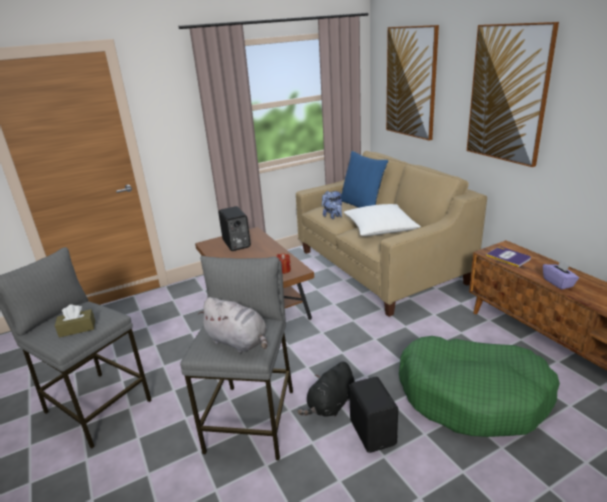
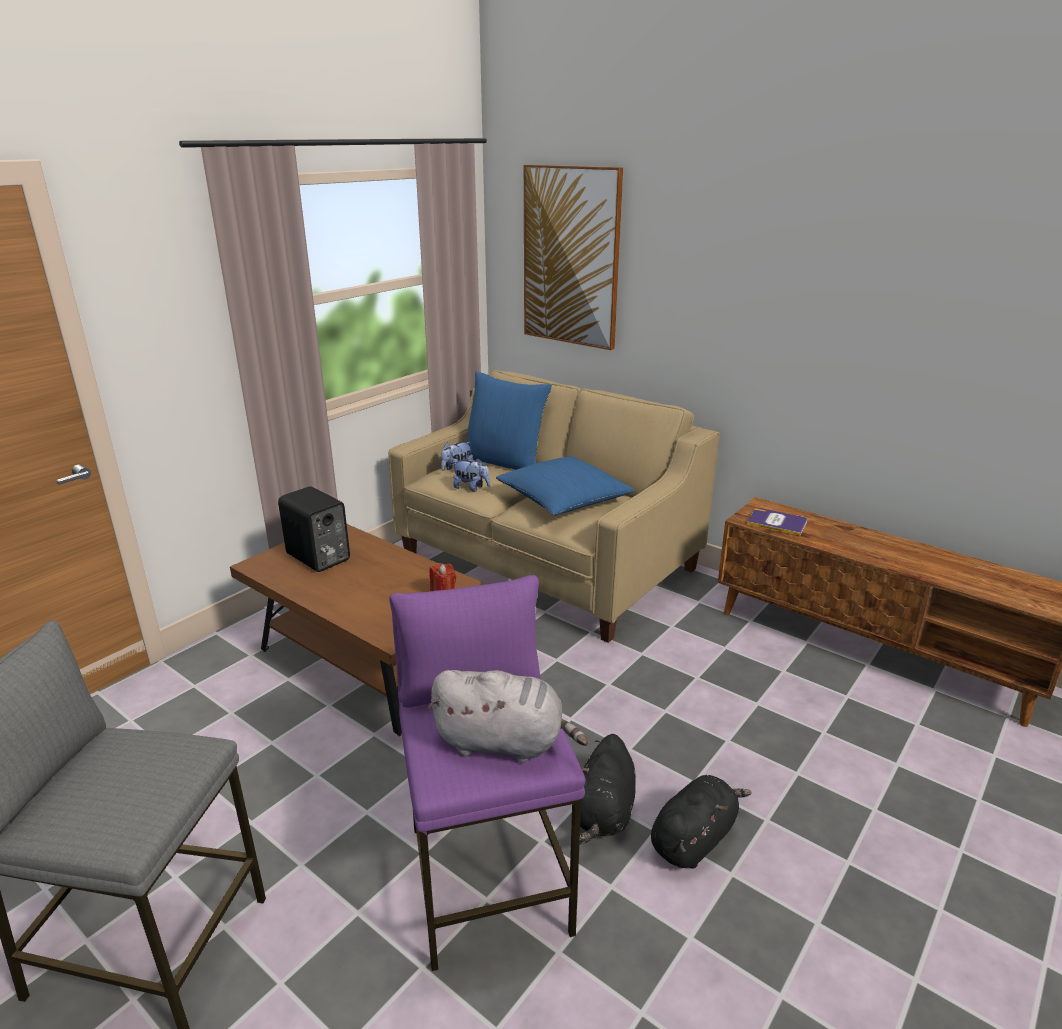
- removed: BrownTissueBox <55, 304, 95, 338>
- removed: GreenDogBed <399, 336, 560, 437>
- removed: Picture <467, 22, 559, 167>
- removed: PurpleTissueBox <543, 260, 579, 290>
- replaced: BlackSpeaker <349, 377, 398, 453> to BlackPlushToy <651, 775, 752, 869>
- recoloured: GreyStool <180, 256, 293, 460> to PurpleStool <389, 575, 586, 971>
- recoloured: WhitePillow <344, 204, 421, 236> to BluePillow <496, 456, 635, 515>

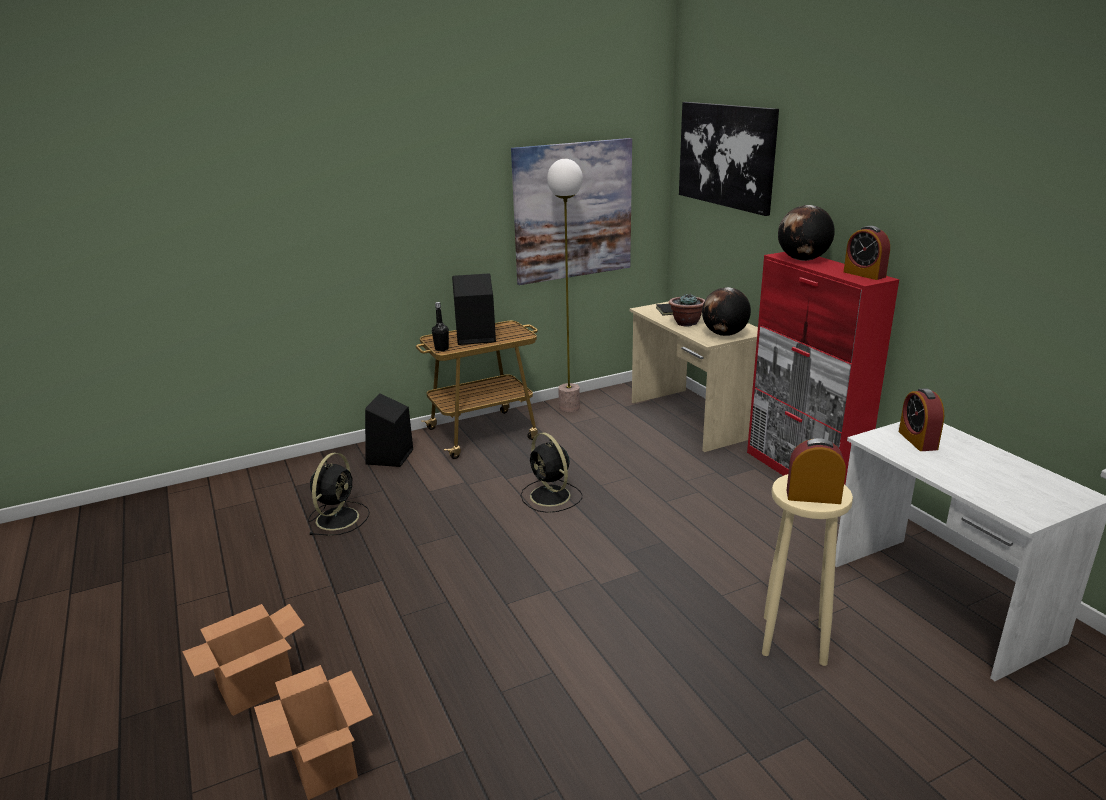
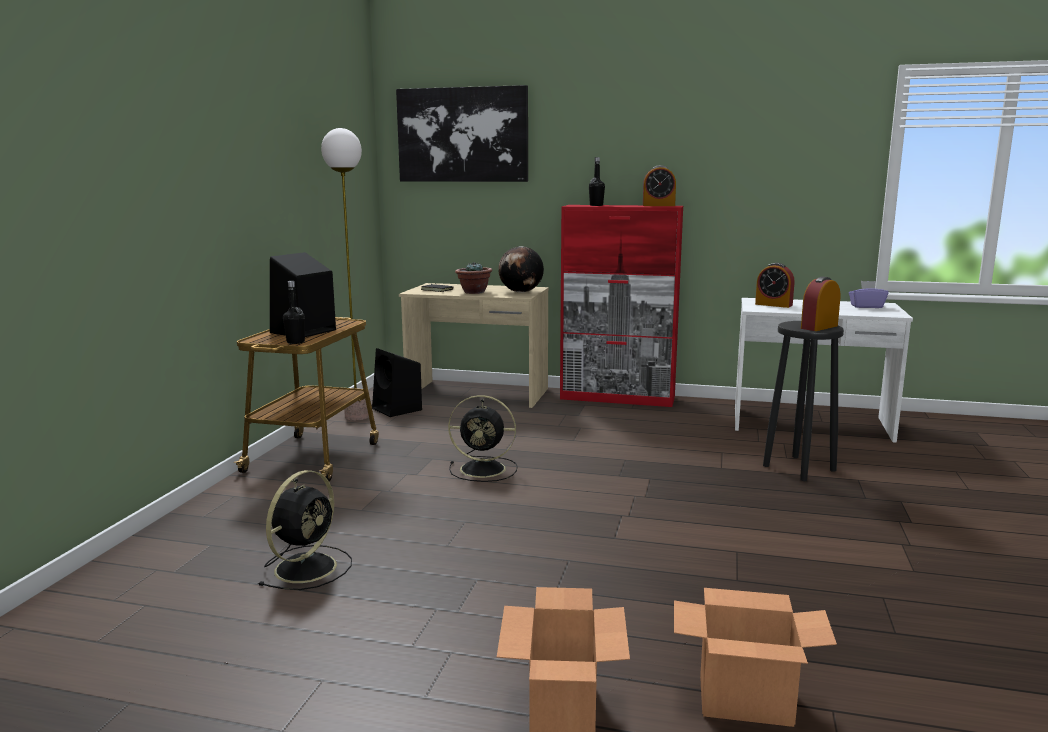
- removed: Picture <511, 138, 632, 285>
- added: PurpleTissueBox <849, 281, 889, 308>
- moved: BlackSpeaker <365, 393, 413, 467> to <372, 348, 422, 417>
- replaced: Globe <778, 205, 835, 261> to BlackBottle <589, 157, 605, 206>
- recoloured: BeigeStool <762, 474, 853, 666> to BlackStool <763, 321, 844, 481>
- turned: BlackFan <308, 453, 370, 535> = <258, 470, 352, 590> 60 degrees clockwise

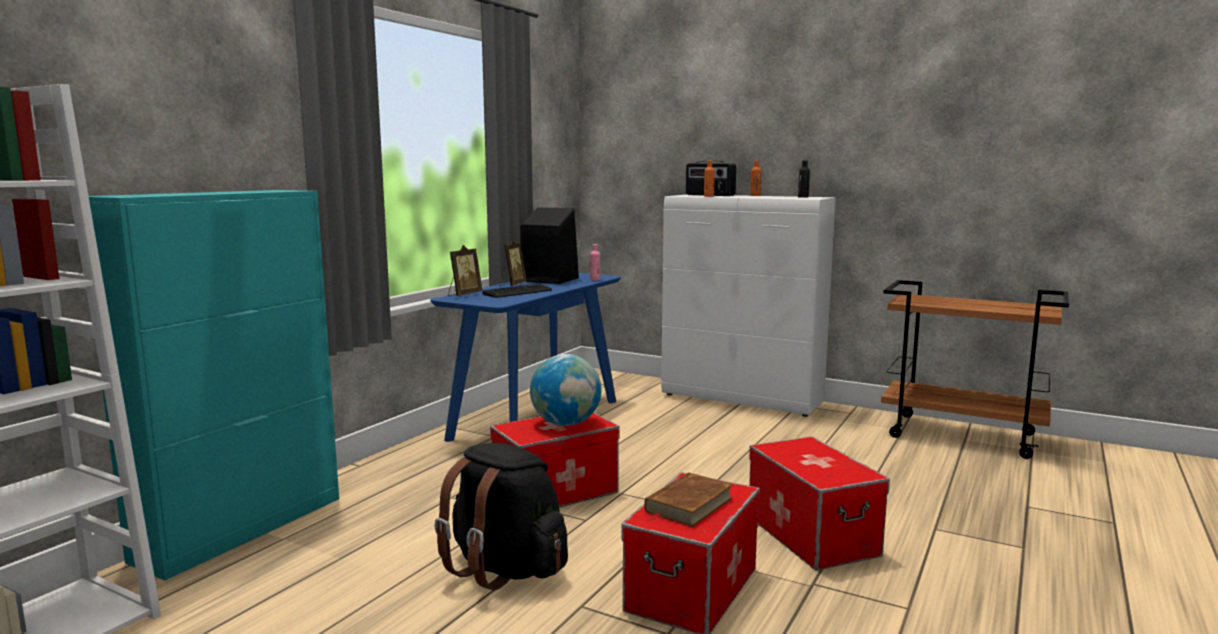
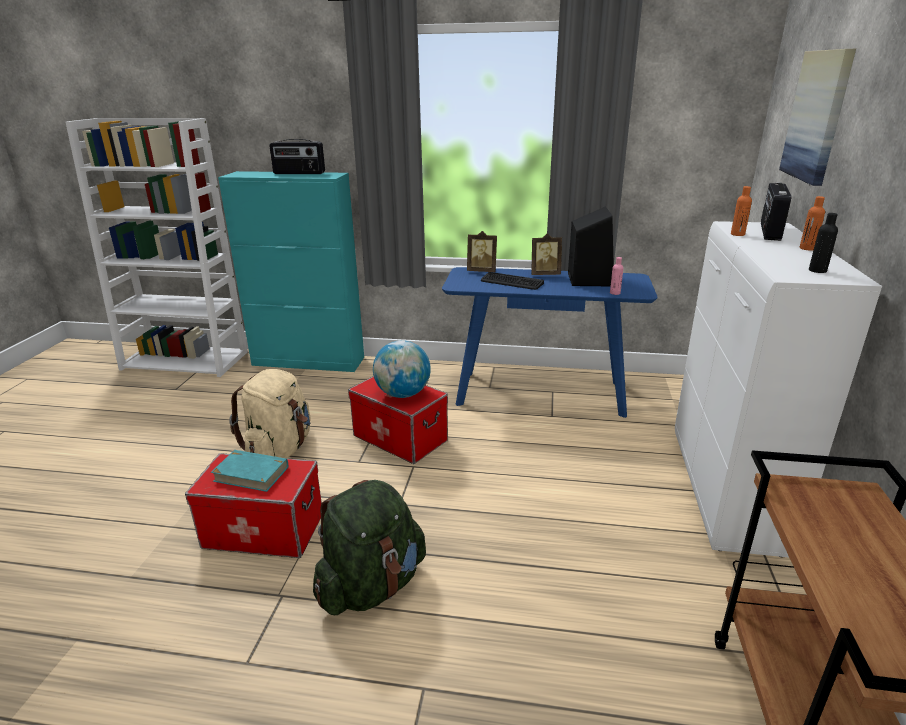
- added: Radio <270, 139, 325, 174>
- added: Picture <779, 49, 856, 186>
- replaced: StorageBox <749, 436, 890, 571> to GreenBackpack <313, 480, 426, 615>
- recoloured: BlackBackpack <434, 443, 568, 590> to BeigeBackpack <229, 369, 310, 458>
- recoloured: BrownBook <644, 472, 733, 527> to TurquoiseBook <211, 450, 288, 492>

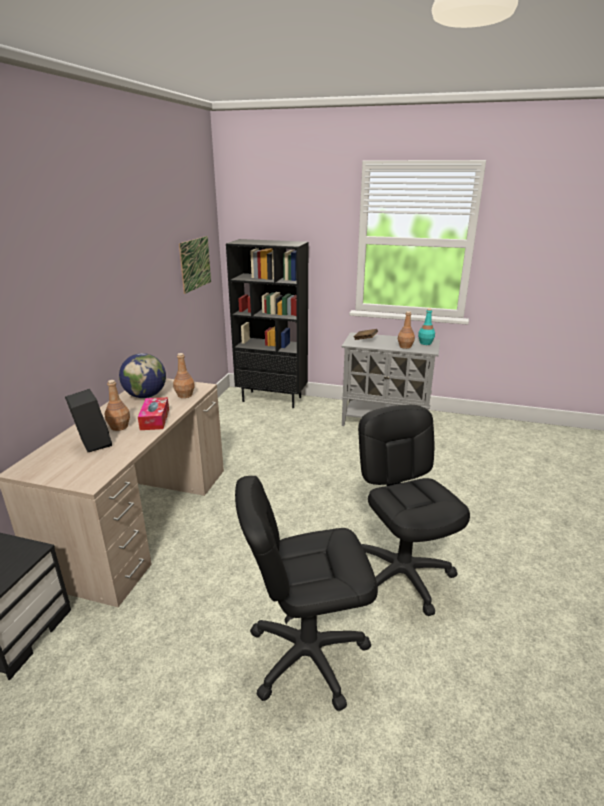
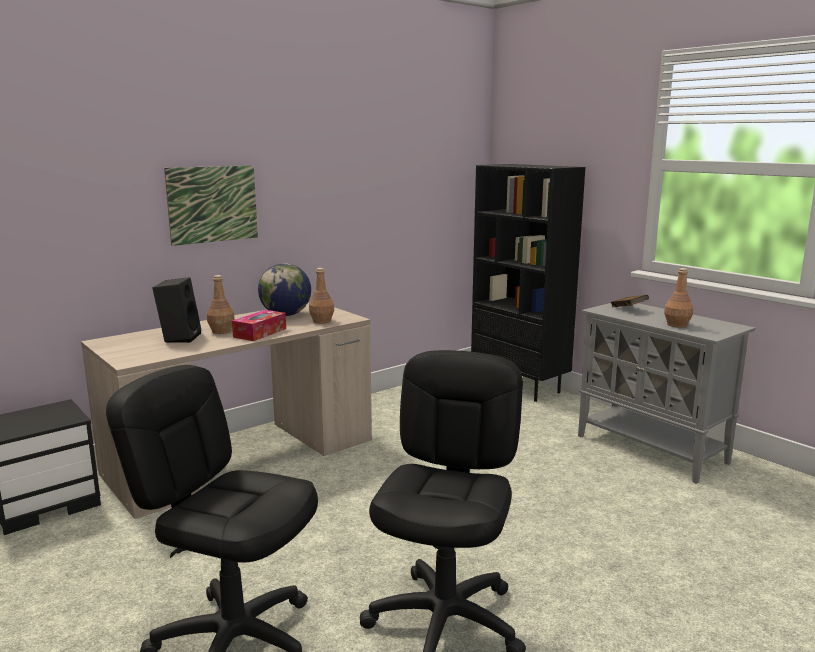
- removed: TurquoiseBottle <418, 309, 435, 345>
- moved: Picture <179, 236, 211, 294> to <164, 165, 258, 246>

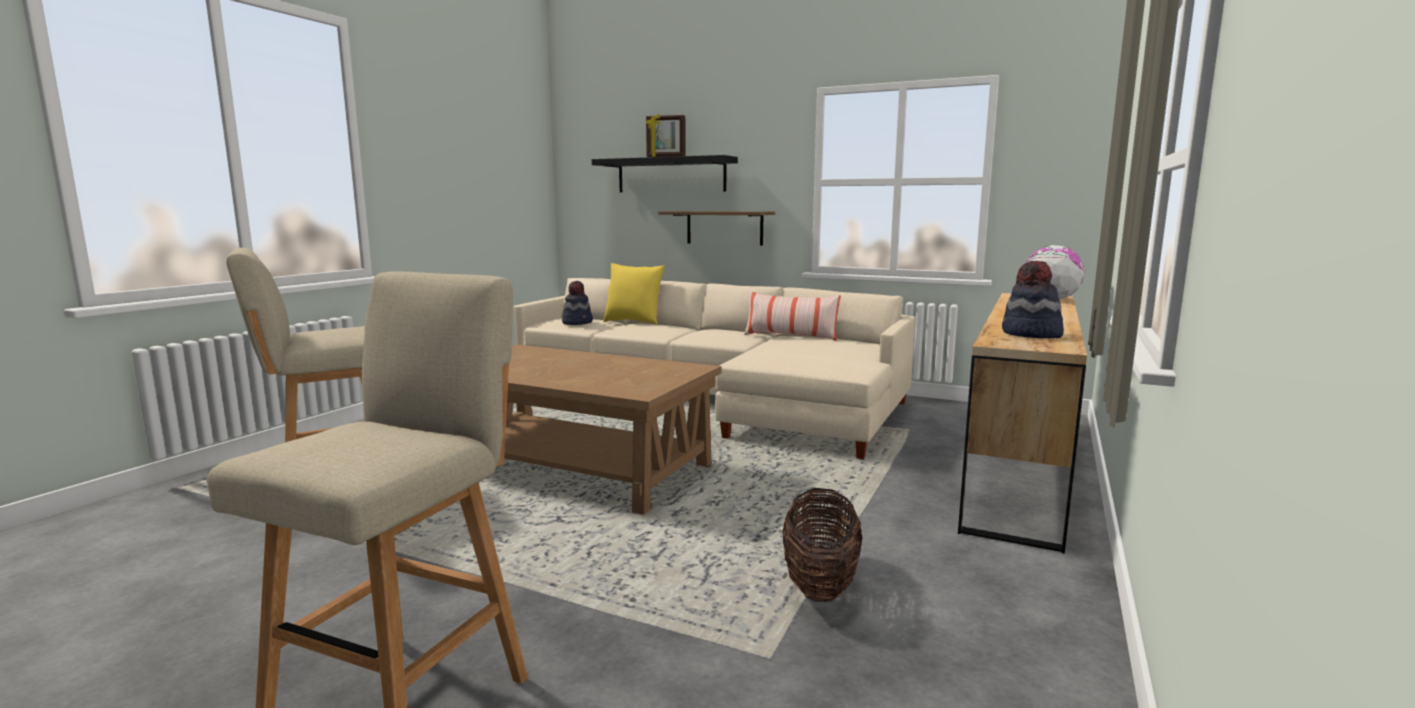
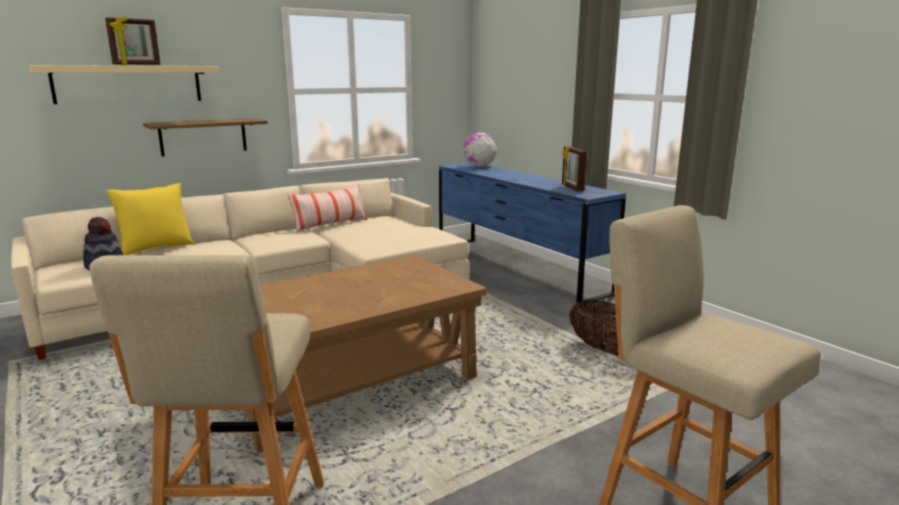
- replaced: Hat <1002, 261, 1064, 338> to PictureFrame <562, 146, 587, 191>
- recoloured: BlackShelf <592, 155, 738, 192> to BeigeShelf <29, 65, 219, 104>
- recoloured: BrownDresser <958, 293, 1087, 554> to BlueDresser <439, 163, 626, 303>

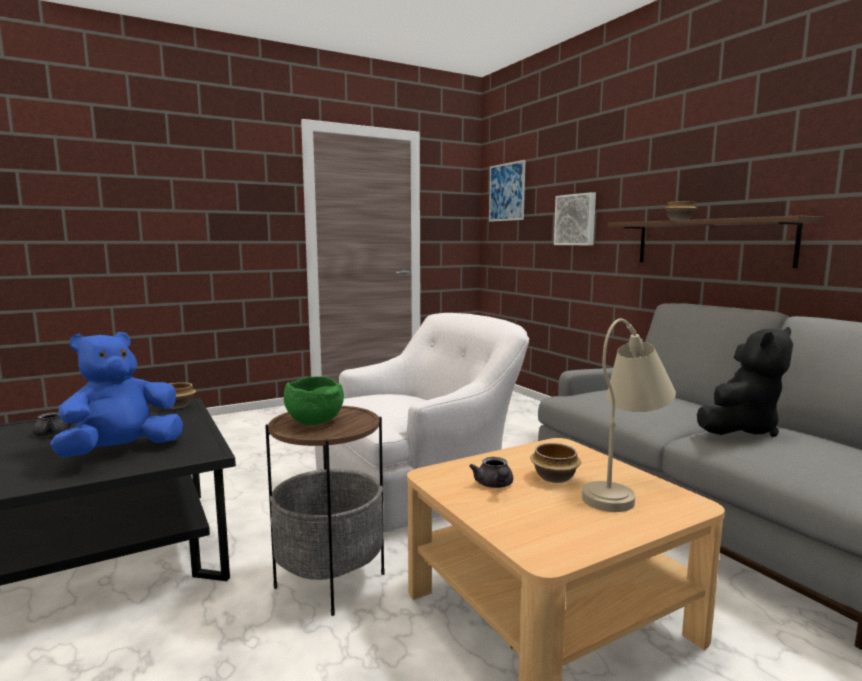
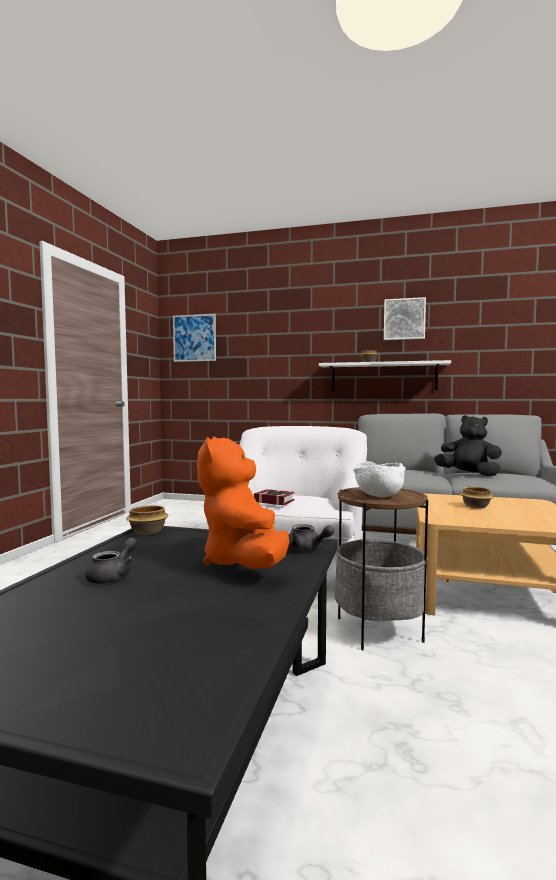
- removed: BeigeTableLamp <582, 318, 676, 512>
- added: Book <254, 489, 295, 505>
- moved: GreyTeapot <469, 457, 513, 488> to <288, 524, 334, 550>
- moved: Picture <554, 192, 596, 245> to <384, 297, 426, 340>
- recoloured: BluePlushToy <50, 332, 183, 458> to OrangePlushToy <197, 437, 290, 569>
- recoloured: GreenBowl <284, 376, 344, 425> to WhiteBowl <353, 461, 406, 498>
- recoloured: BrownShelf <608, 215, 824, 268> to WhiteShelf <319, 360, 451, 390>
- turned: BlackPlushToy <697, 327, 793, 437> = <434, 415, 502, 476> 60 degrees counterclockwise

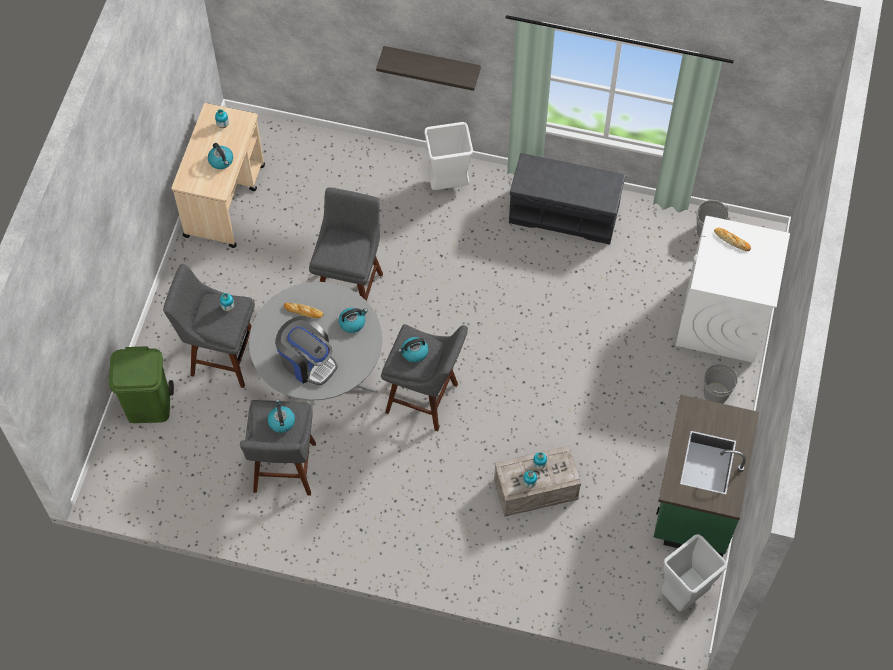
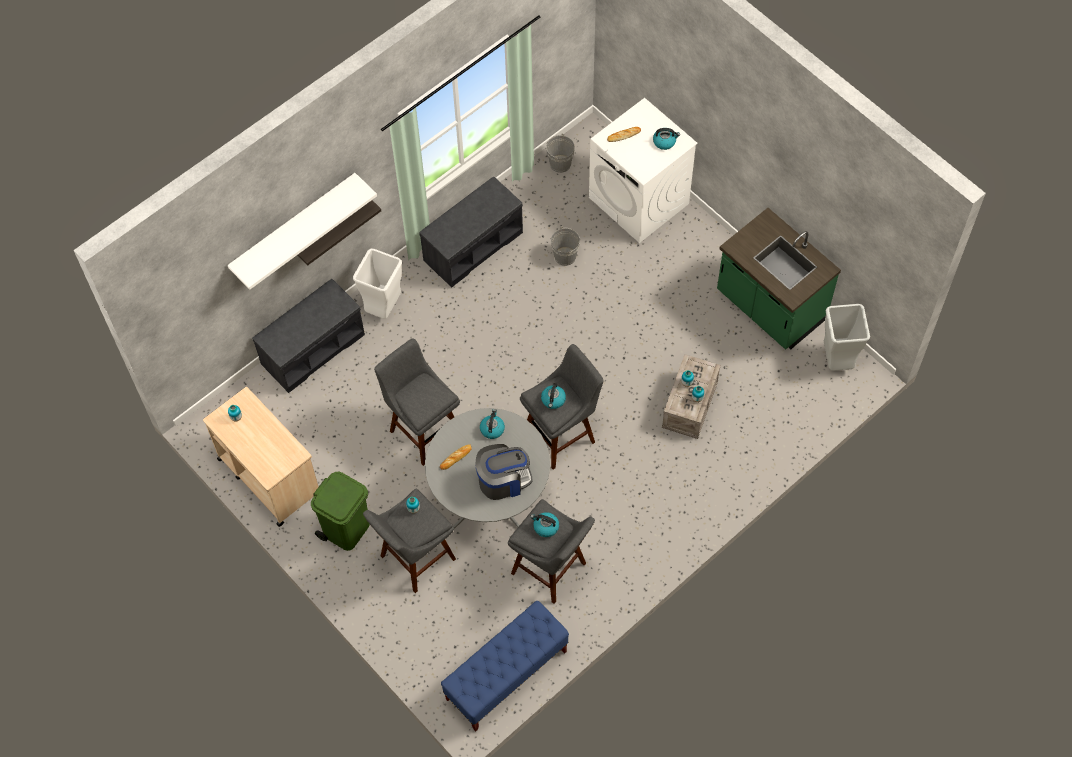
- added: WhiteShelf <228, 173, 377, 290>
- added: GreyBench <252, 279, 365, 393>
- added: BlueBench <441, 601, 569, 732>
- moved: GreenTrashCan <109, 346, 174, 423> to <311, 472, 370, 551>
- moved: Kettle <208, 143, 233, 169> to <653, 128, 680, 150>
- moved: GreyBucket <704, 364, 738, 404> to <551, 226, 580, 266>

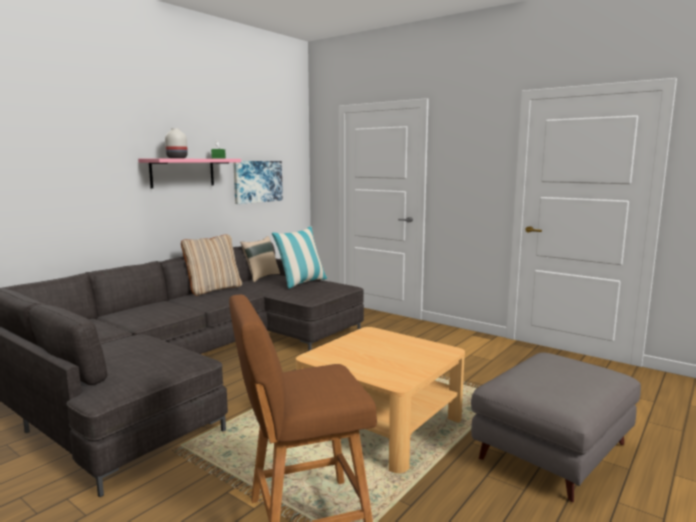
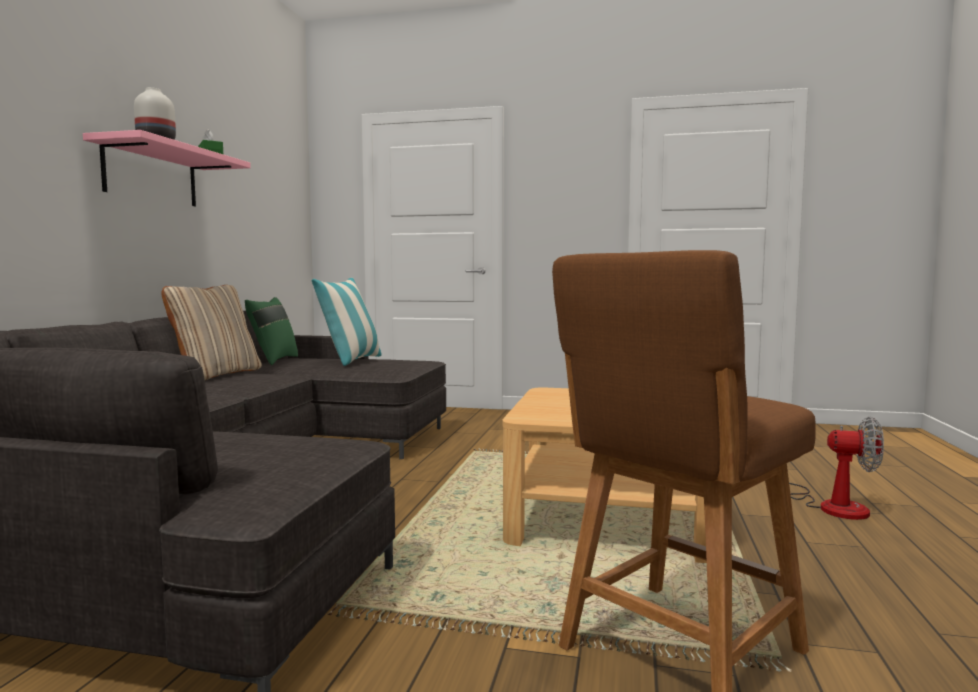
- removed: Picture <233, 161, 283, 204>
- replaced: GreyOttoman <471, 352, 641, 502> to Fan <789, 417, 884, 520>
- recoloured: BeigePillow <240, 236, 280, 282> to GreenPillow <245, 297, 298, 365>

